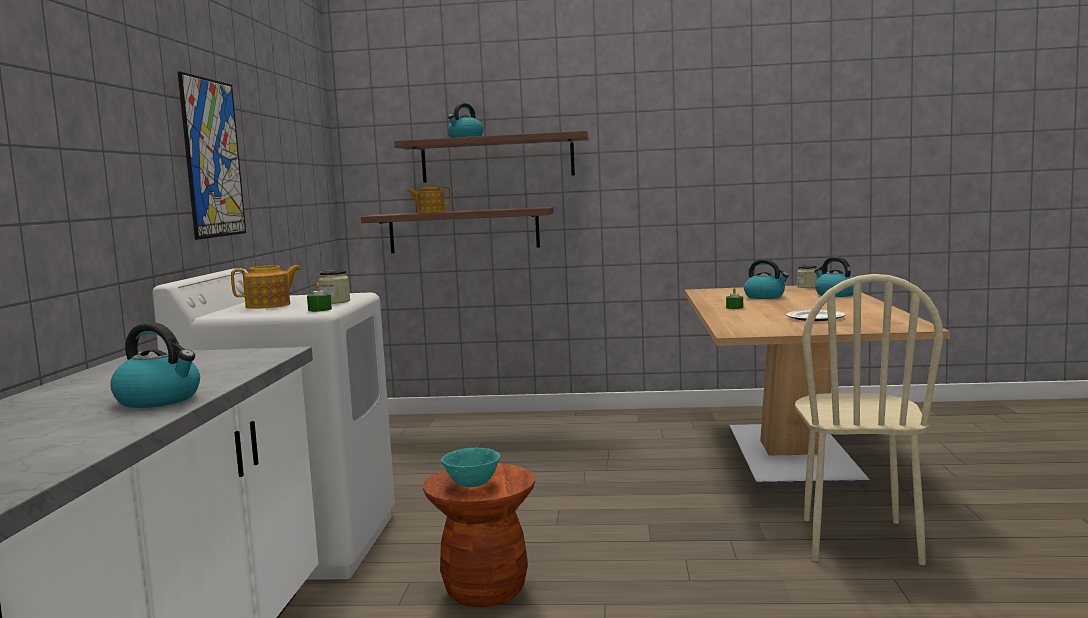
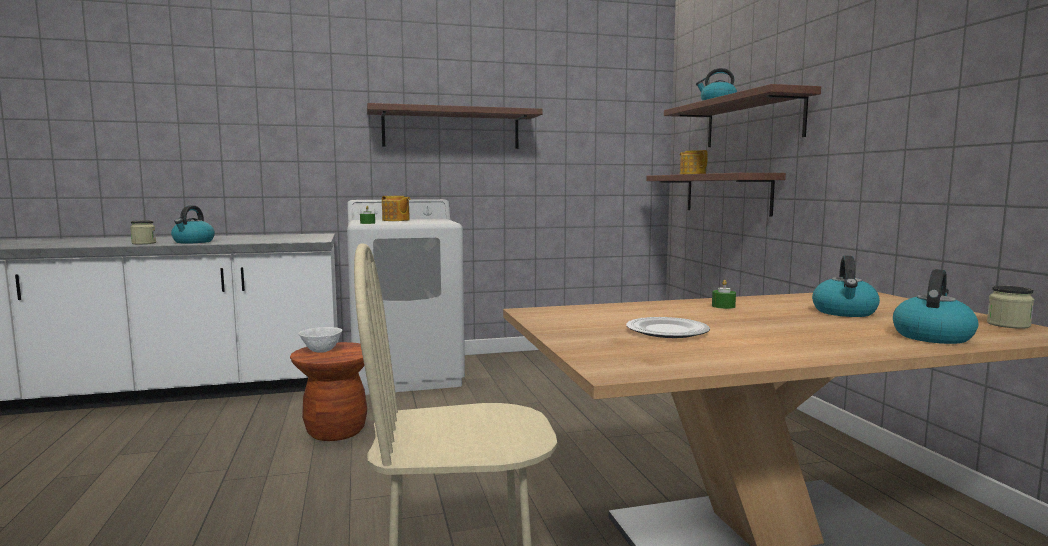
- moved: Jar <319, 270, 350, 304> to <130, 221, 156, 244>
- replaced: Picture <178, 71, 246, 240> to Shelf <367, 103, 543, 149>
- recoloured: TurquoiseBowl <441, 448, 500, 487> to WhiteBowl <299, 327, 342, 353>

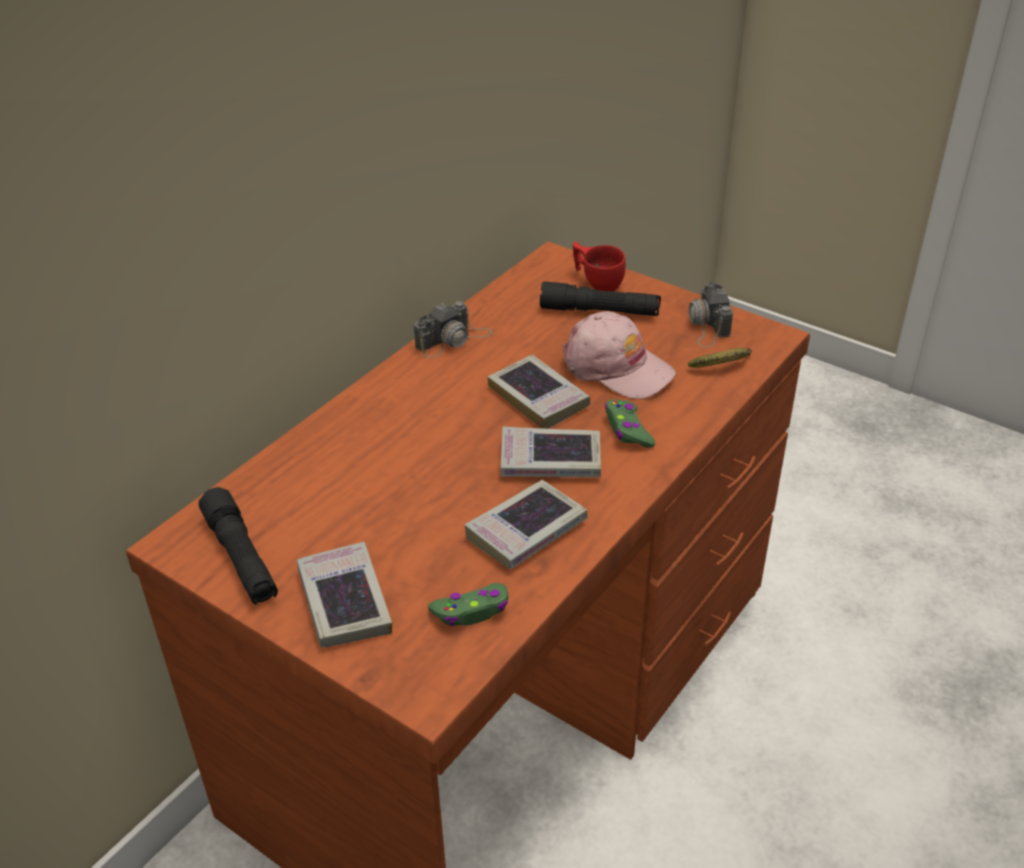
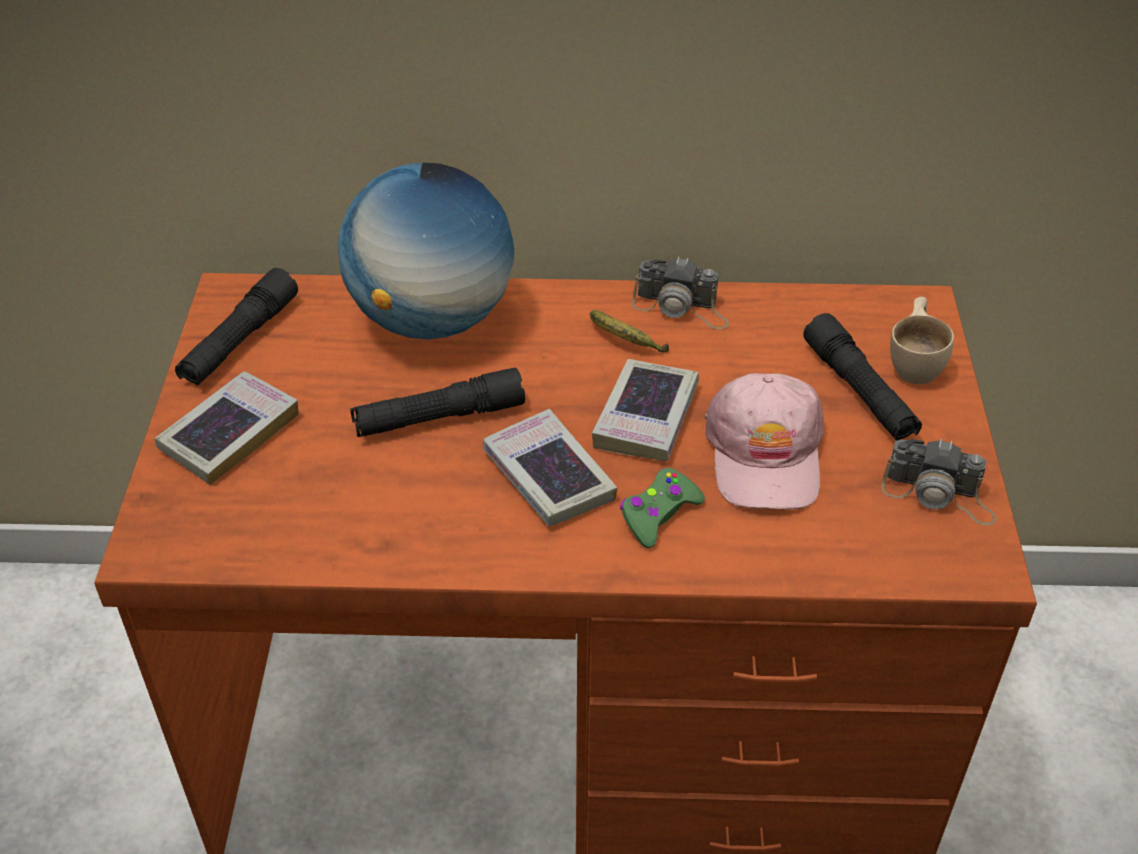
- removed: GreenGameController <428, 583, 508, 626>
- removed: Book <465, 480, 588, 570>
- added: Globe <338, 162, 514, 339>
- added: BlackFlashlight <350, 368, 525, 437>
- moved: Banana <688, 348, 752, 367> to <590, 310, 669, 352>
- recoloured: RedCup <573, 241, 626, 291> to BeigeCup <890, 297, 954, 384>
- turned: PhotoCamera <688, 282, 733, 347> = <881, 439, 997, 525> 120 degrees counterclockwise

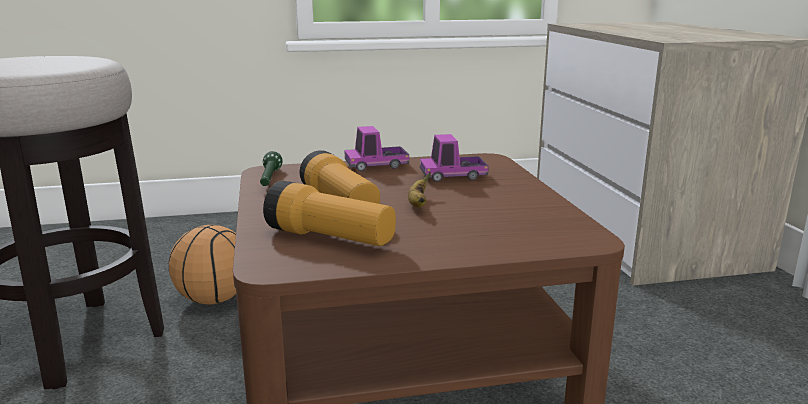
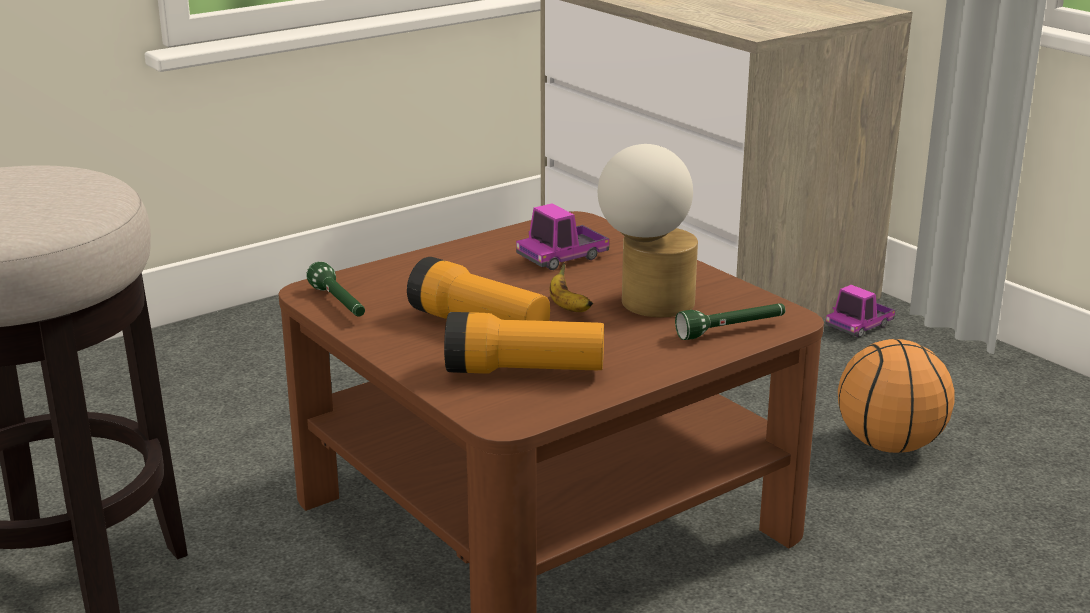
- added: TableLamp <598, 144, 698, 317>
- added: GreenFlashlight <675, 303, 785, 340>
- moved: Basketball <169, 225, 236, 304> to <838, 339, 955, 453>
- moved: ToyTruck <345, 126, 409, 171> to <826, 285, 895, 337>

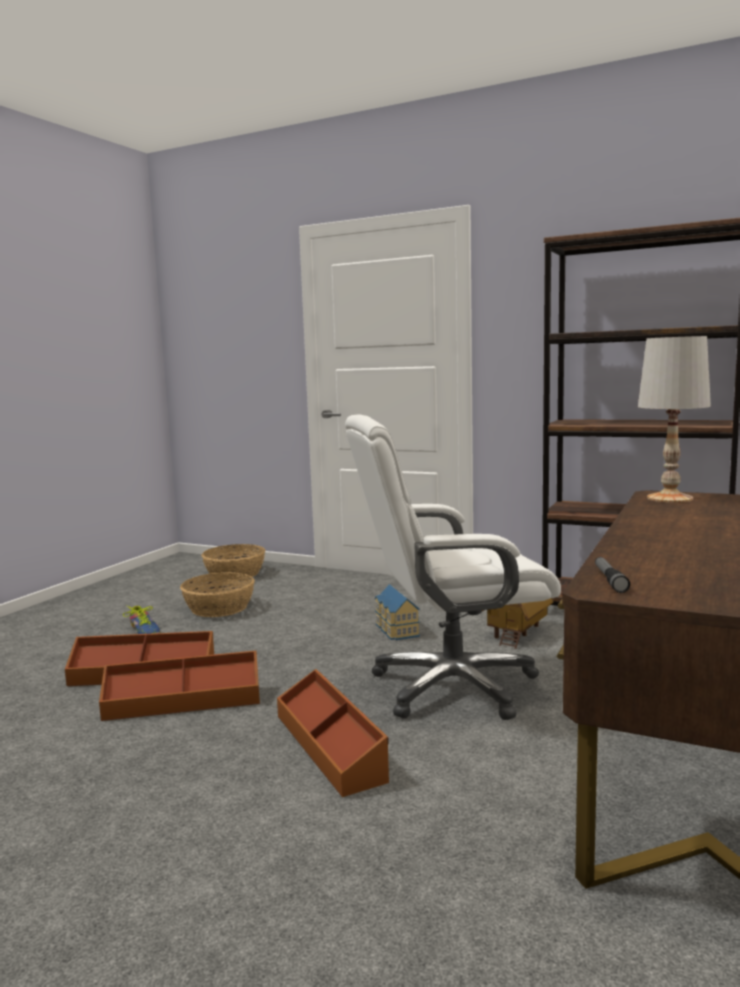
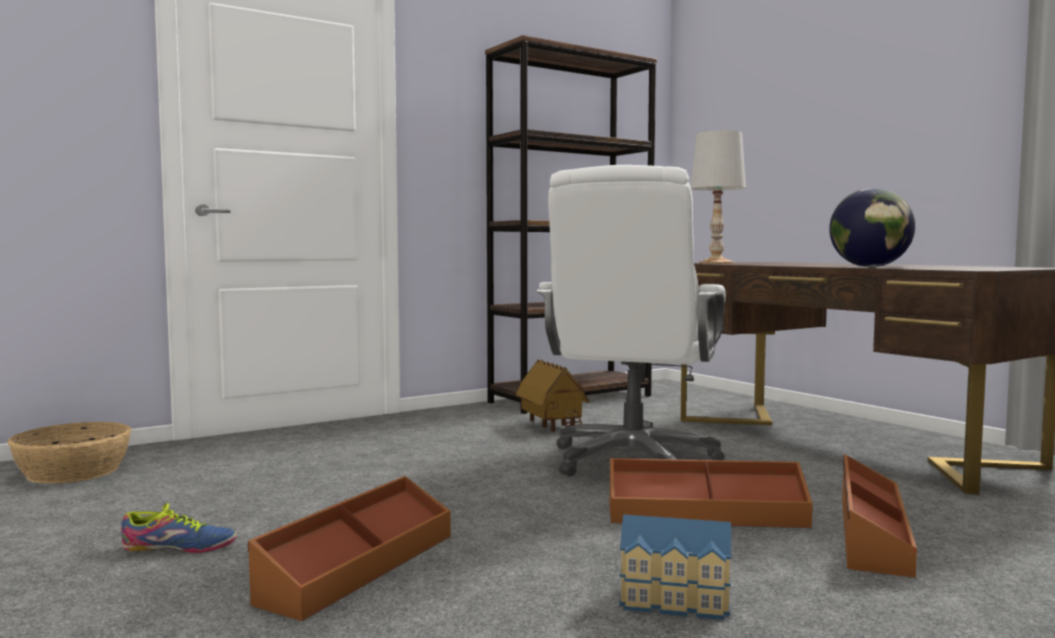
- removed: Basket <180, 572, 255, 617>
- removed: Flashlight <595, 557, 630, 593>
- added: Globe <829, 188, 915, 267>
- moved: BrownStorageBox <99, 651, 260, 721> to <842, 454, 917, 578>
- moved: ToyHouse <375, 584, 420, 640> to <620, 514, 731, 620>

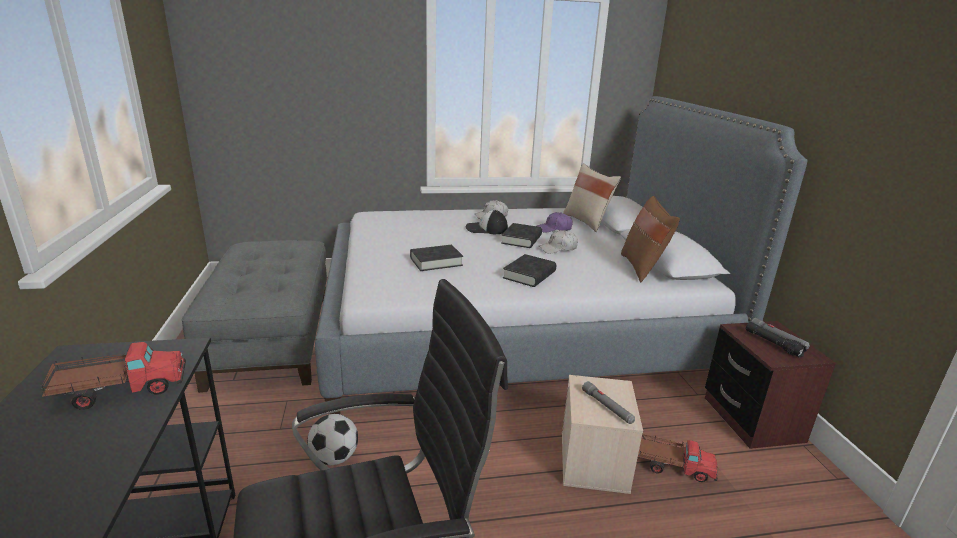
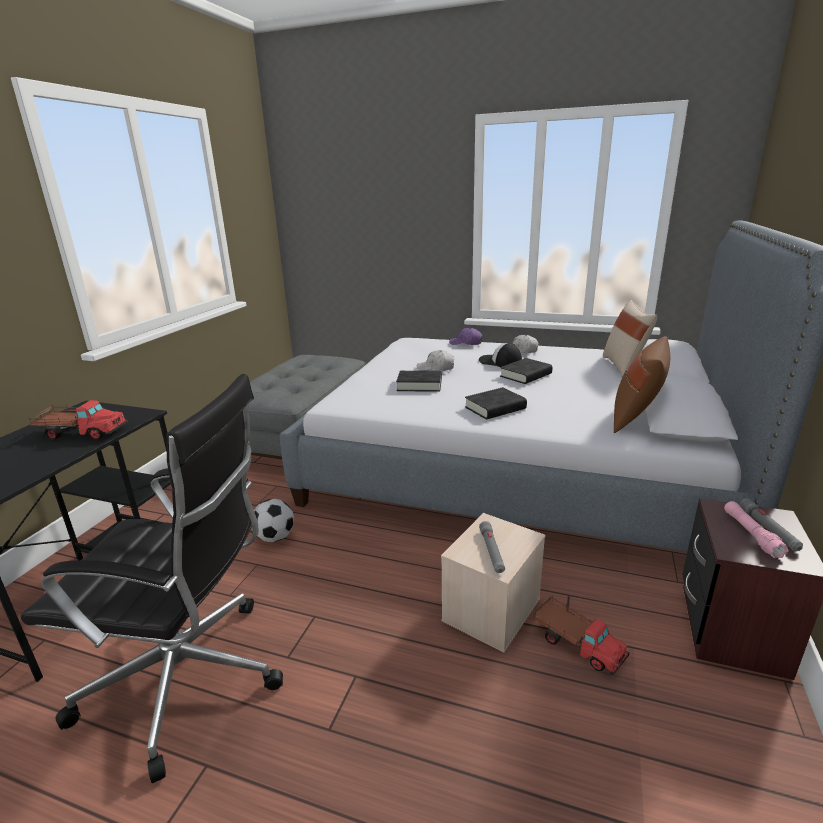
- moved: PurpleCap <537, 212, 573, 233> to <449, 328, 482, 345>
- moved: WhiteCap <539, 230, 578, 253> to <417, 350, 454, 371>
- recoloured: BlackFlashlight <746, 322, 807, 358> to PinkFlashlight <724, 501, 789, 559>

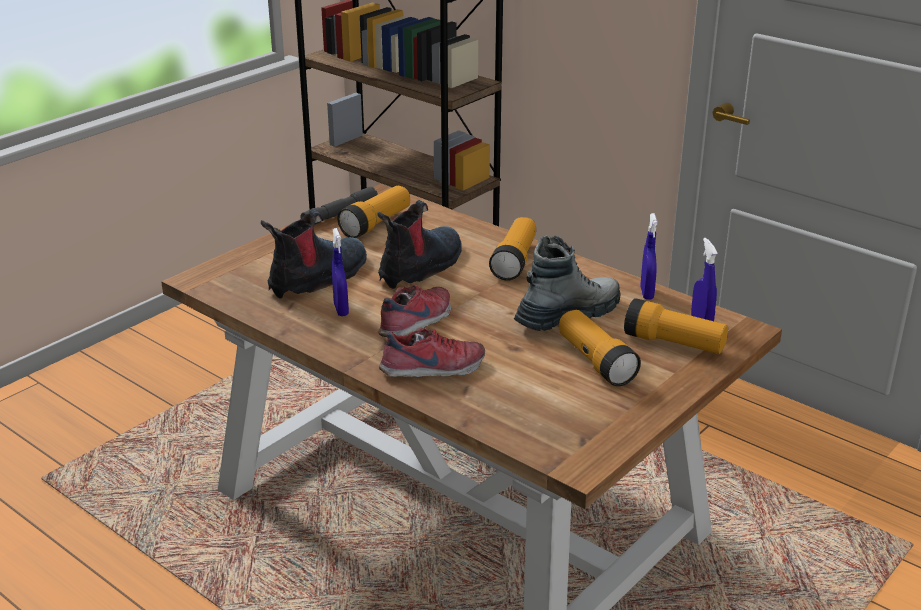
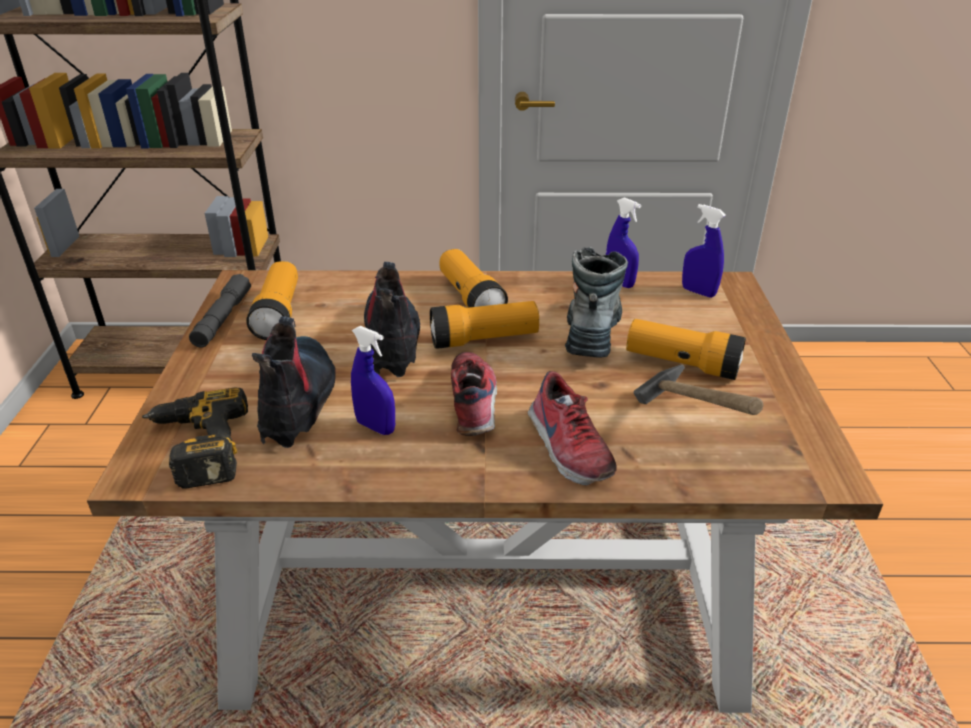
- added: PowerDrill <142, 387, 248, 488>
- added: Hammer <633, 364, 763, 415>
- moved: Flashlight <624, 298, 728, 354> to <430, 301, 539, 349>
- turned: Shoe <379, 327, 485, 377> = <527, 371, 617, 485> 120 degrees clockwise

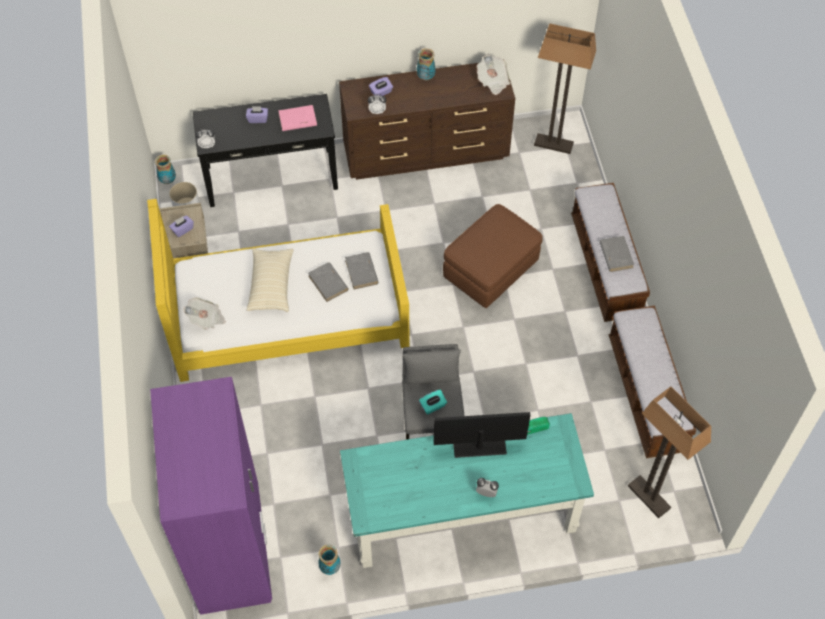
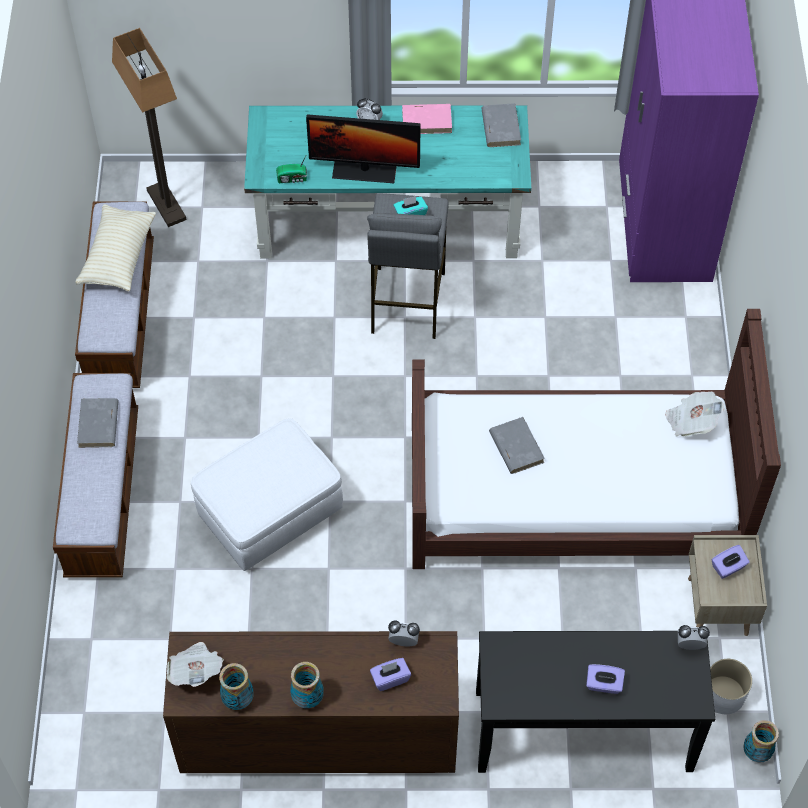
- removed: FloorLamp <534, 23, 596, 154>
- moved: BeigePillow <246, 248, 293, 312> to <75, 204, 156, 291>
- moved: PinkBook <278, 105, 317, 131> to <402, 104, 452, 134>
- moved: Vase <318, 545, 341, 575> to <219, 663, 254, 710>
- moved: GreyBook <345, 252, 379, 290> to <481, 103, 521, 147>
- recoloured: YellowBed <147, 199, 409, 382> to BrownBed <412, 309, 781, 569>
- recoloured: BrownOttoman <443, 204, 543, 308> to WhiteOttoman <191, 418, 343, 571>

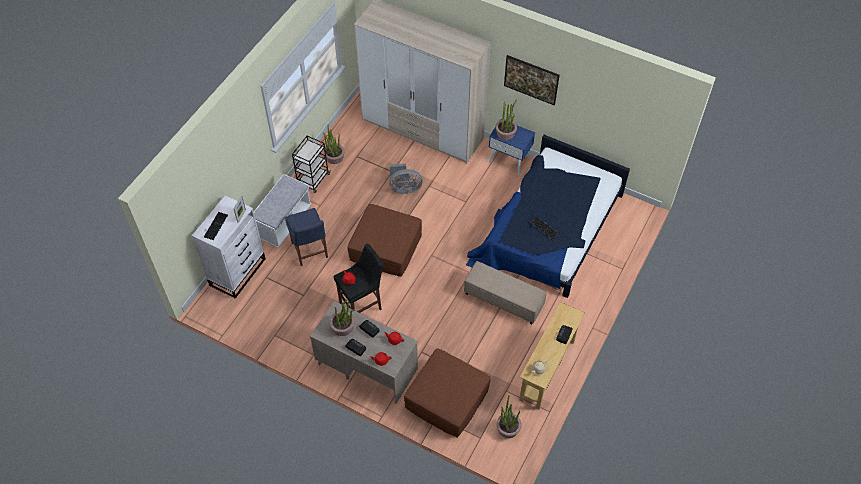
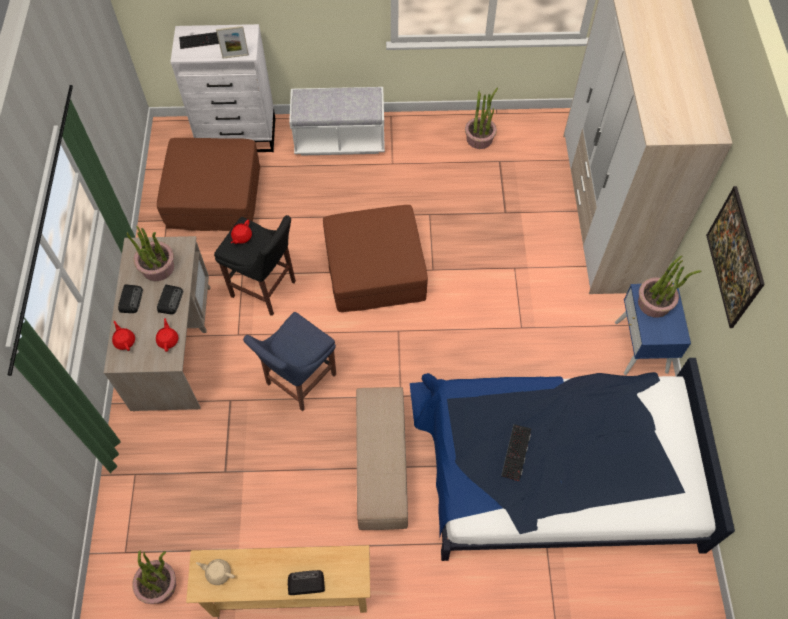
- removed: BlackCart <292, 136, 330, 193>
- removed: GreyFan <389, 163, 423, 194>
- moved: BlueChair <285, 208, 328, 266> to <243, 312, 336, 411>
- moved: BrownOttoman <404, 348, 491, 438> to <157, 138, 260, 231>

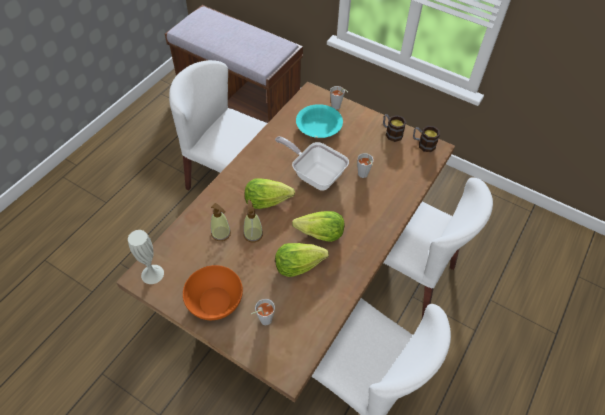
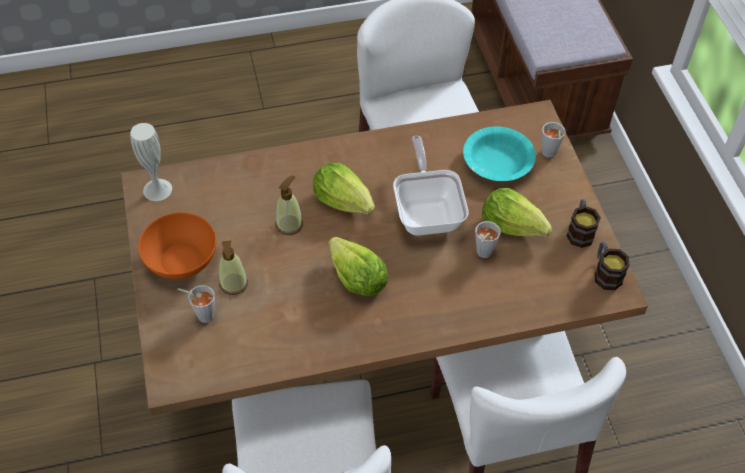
- moved: SoapDispenser <211, 203, 231, 241> to <219, 240, 248, 295>
- moved: Lettuce <275, 243, 329, 277> to <482, 188, 553, 236>

